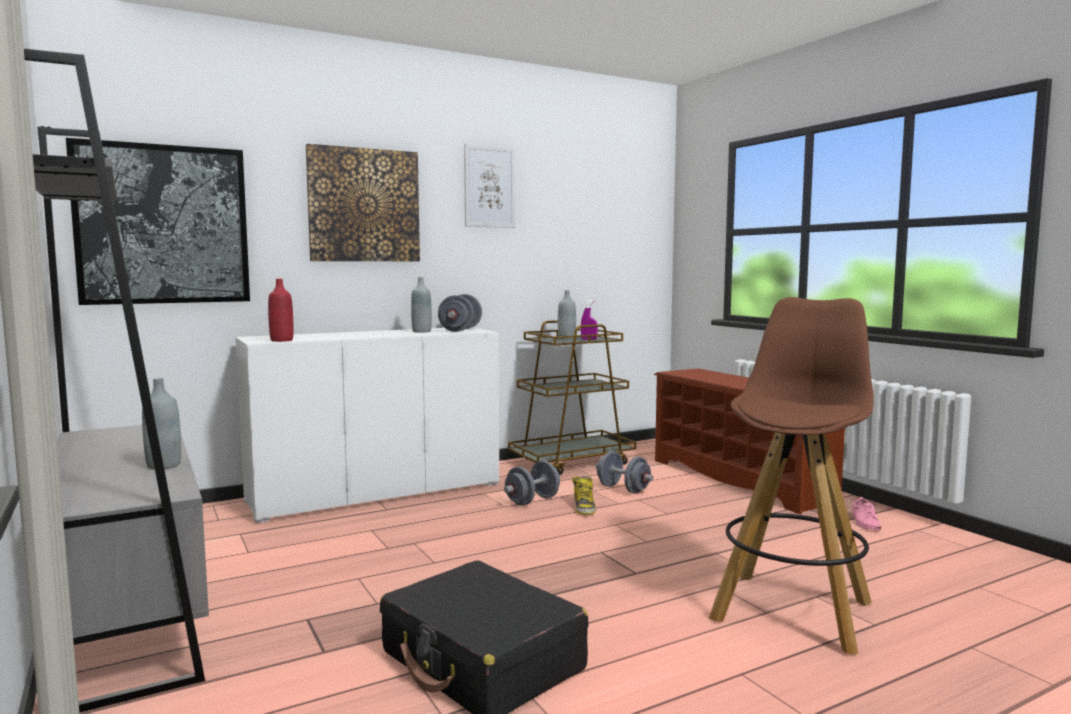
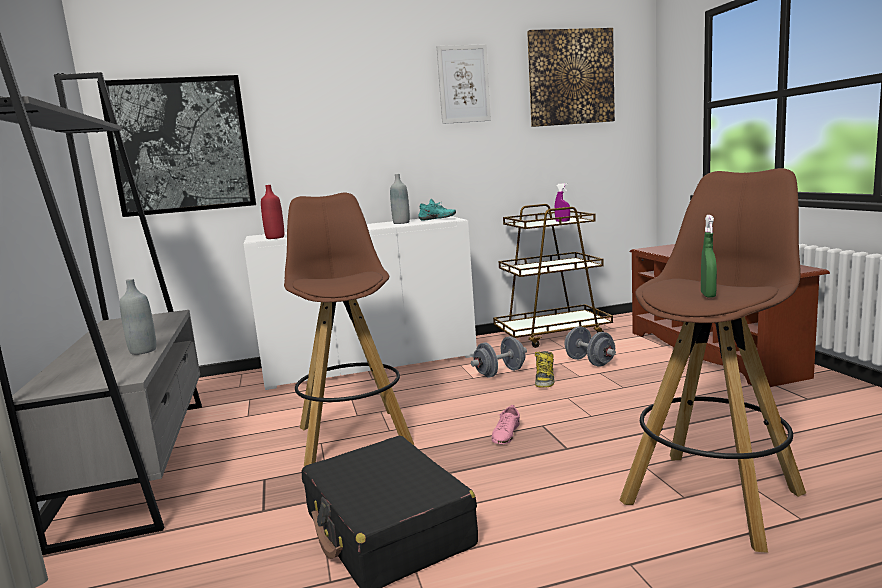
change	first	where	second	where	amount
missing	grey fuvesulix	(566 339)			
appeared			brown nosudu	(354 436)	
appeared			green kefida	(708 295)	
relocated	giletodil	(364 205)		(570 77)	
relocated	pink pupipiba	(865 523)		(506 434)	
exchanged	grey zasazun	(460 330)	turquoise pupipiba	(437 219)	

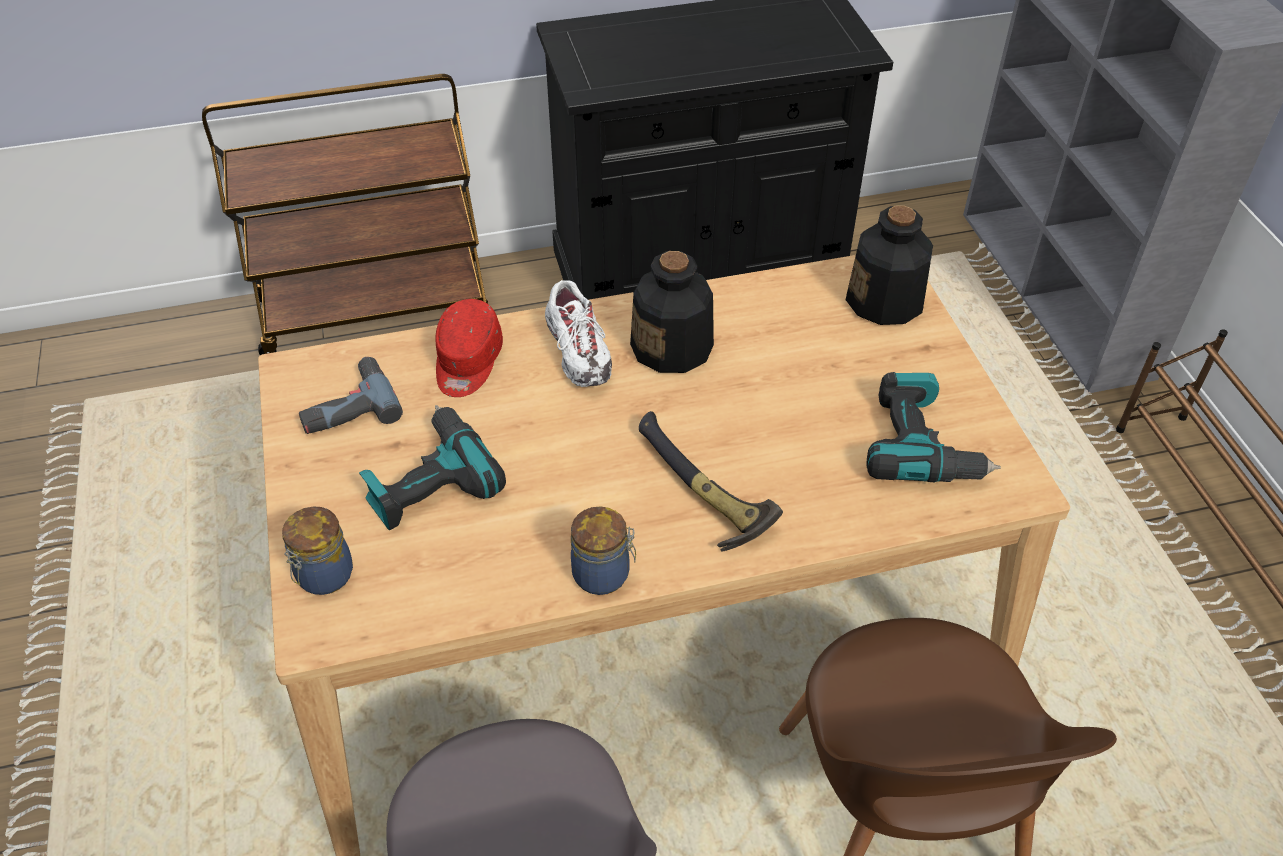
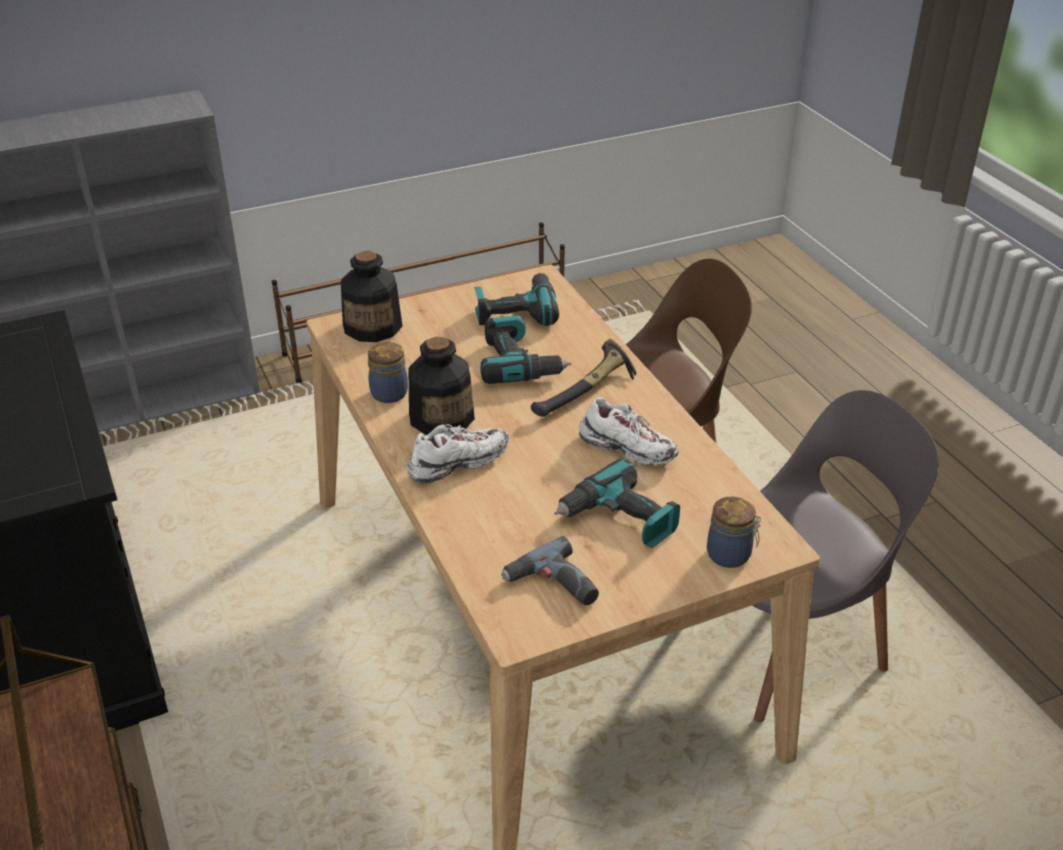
change	first	where	second	where	amount
missing	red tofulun	(467 362)			
appeared			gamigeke	(519 363)	
appeared			white pupipiba	(627 449)	
relocated	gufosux	(603 574)		(389 392)	

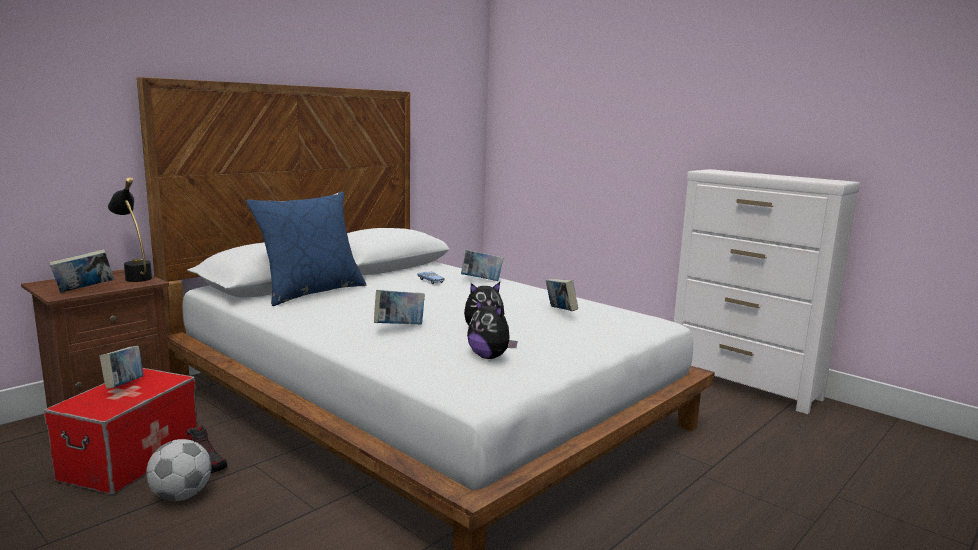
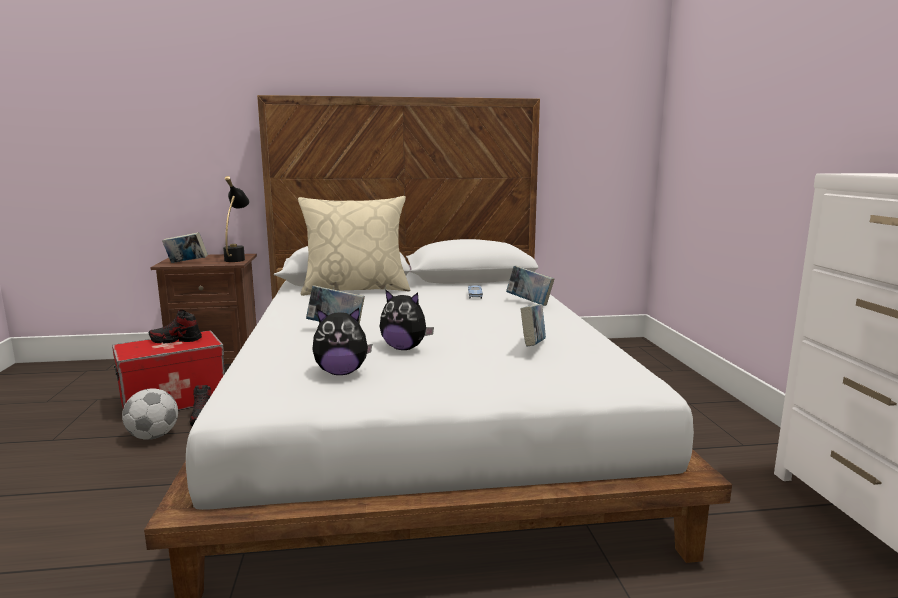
change	first	where	second	where	amount
exchanged	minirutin	(124 386)	pupipiba	(176 340)	
colour	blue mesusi	(311 292)	beige mesusi	(356 289)	
spun	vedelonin	(490 357)		(341 372)	90 degrees counterclockwise

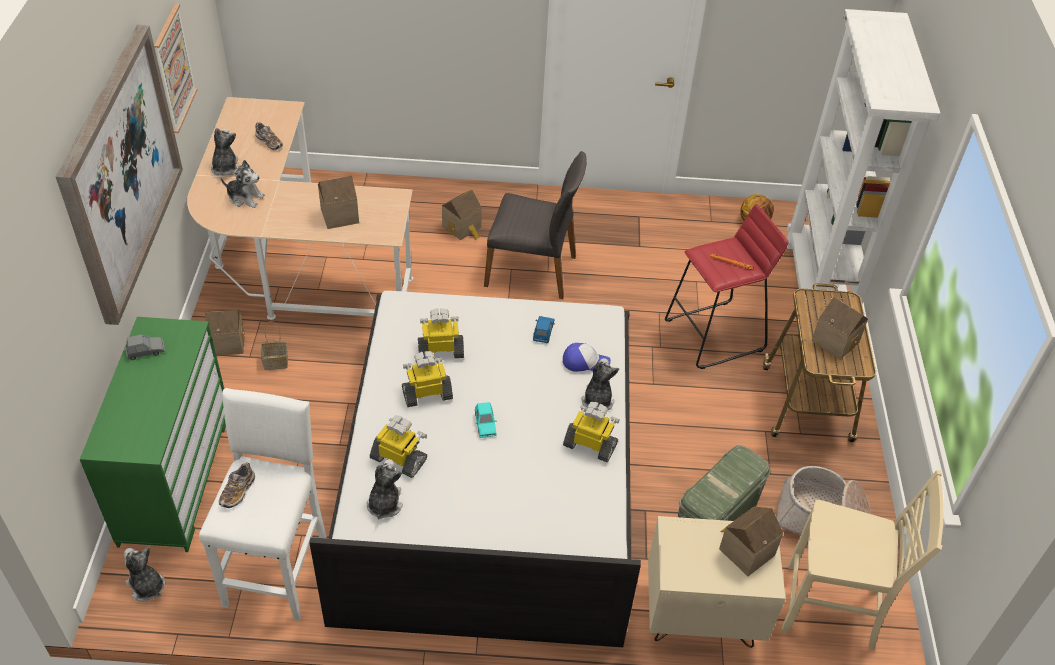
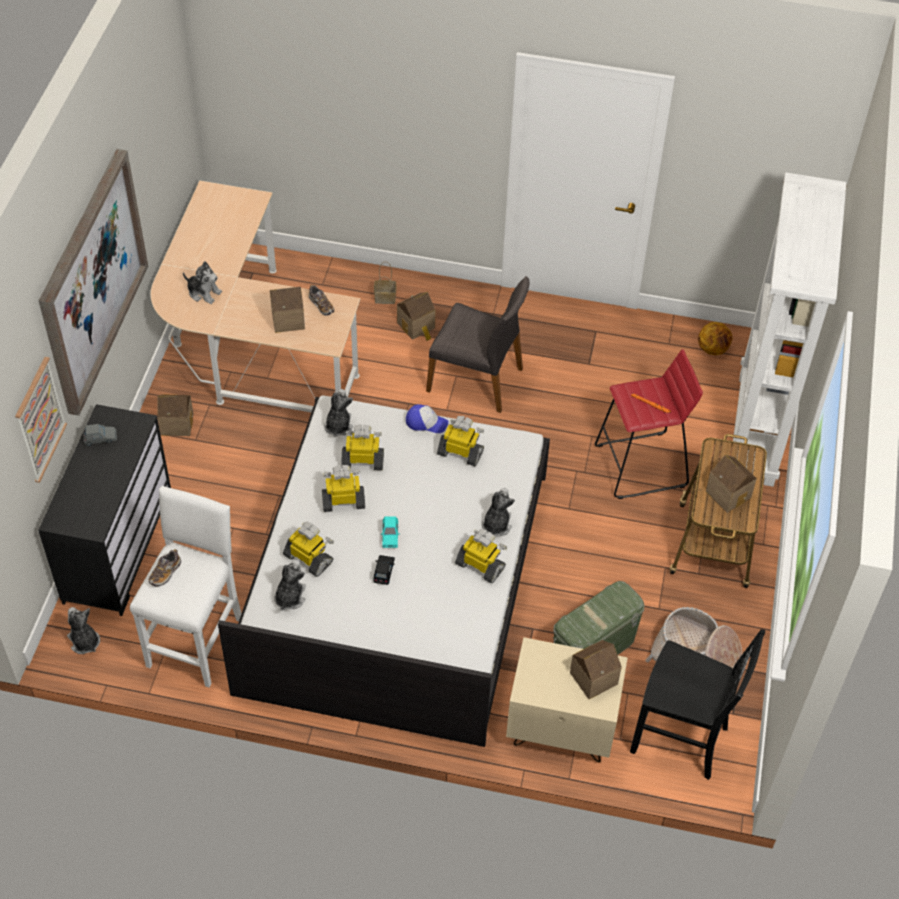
change	first	where	second	where	amount
appeared			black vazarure	(384 571)	
relocated	giletodil	(174 68)		(39 419)	
relocated	vedelonin	(225 168)		(338 425)	
relocated	pupipiba	(269 142)		(321 305)	
relocated	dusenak	(276 361)		(386 297)	
relocated	tofulun	(585 362)		(426 422)	
exchanged	blue vazarure	(543 332)	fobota	(461 452)	
colour	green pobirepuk	(175 476)	black pobirepuk	(117 546)	
colour	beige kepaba	(832 610)	black kepaba	(681 739)	

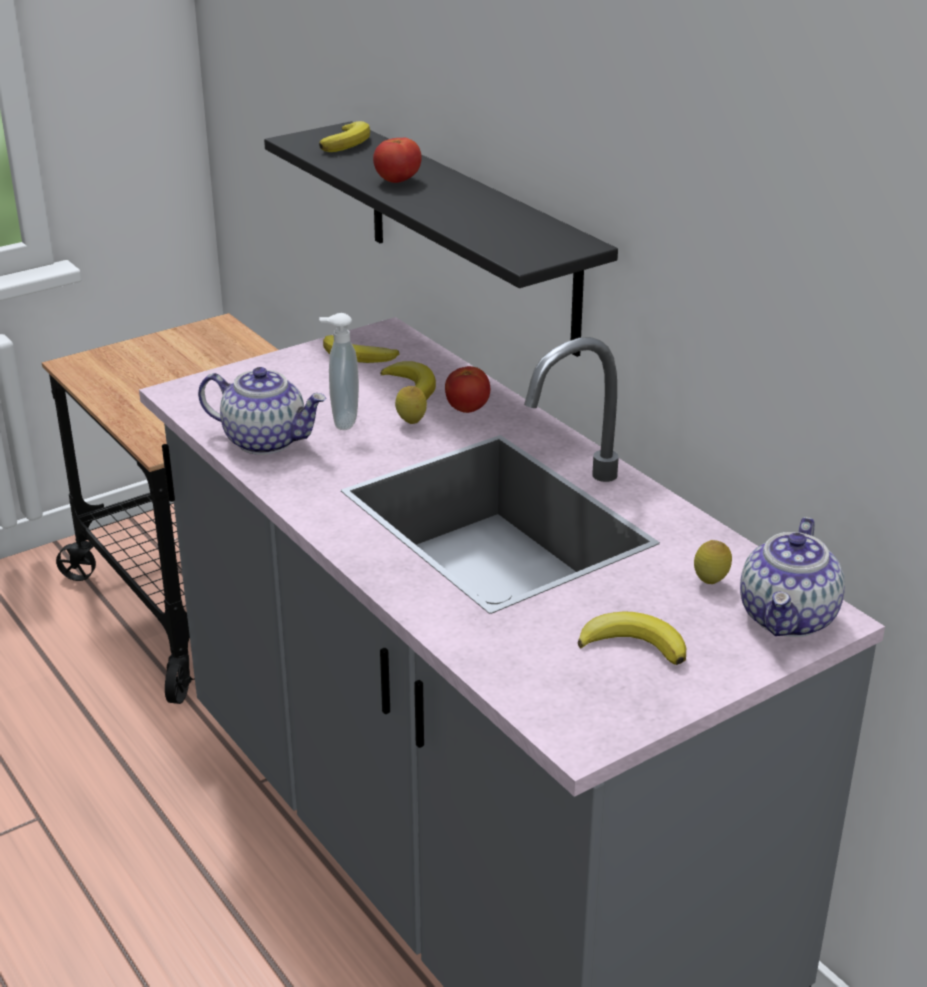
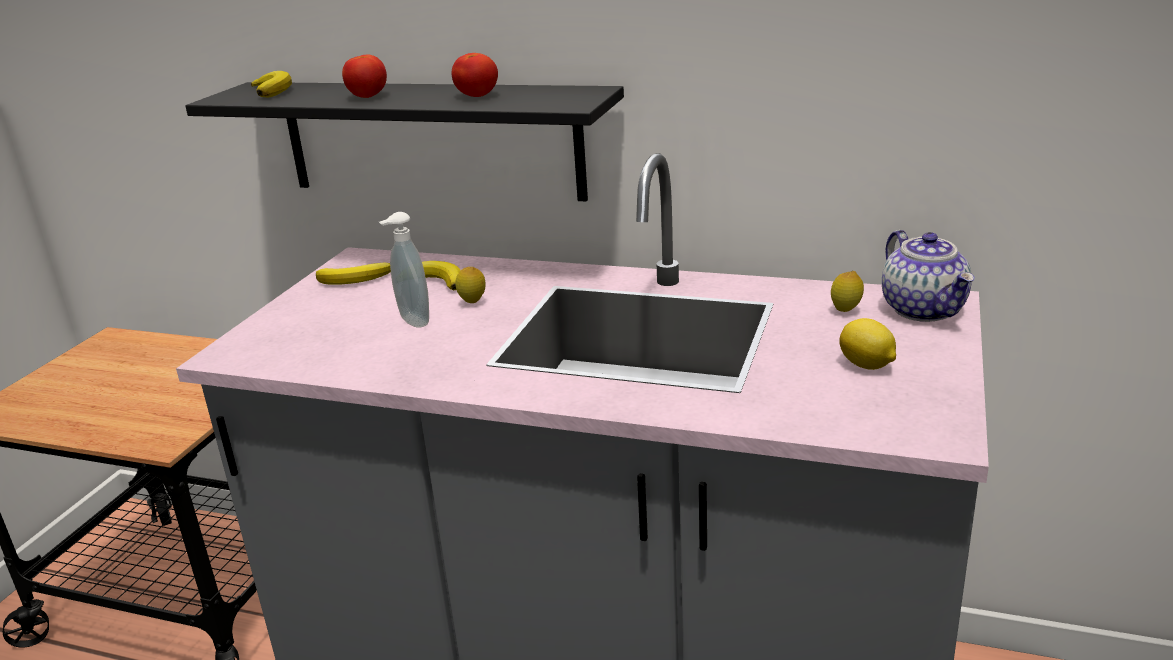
change	first	where	second	where	amount
missing	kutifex	(266 440)			
relocated	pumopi	(467 409)		(477 96)	
exchanged	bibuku	(633 645)	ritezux	(867 366)	

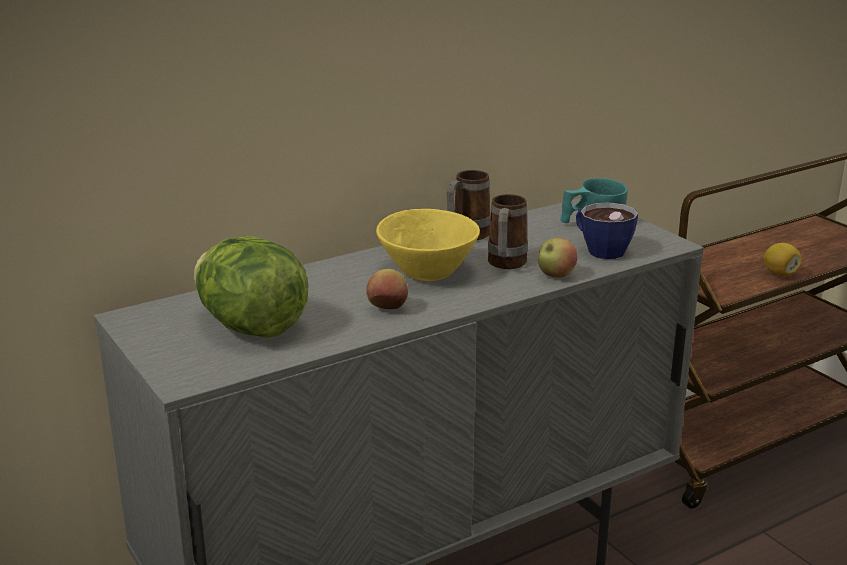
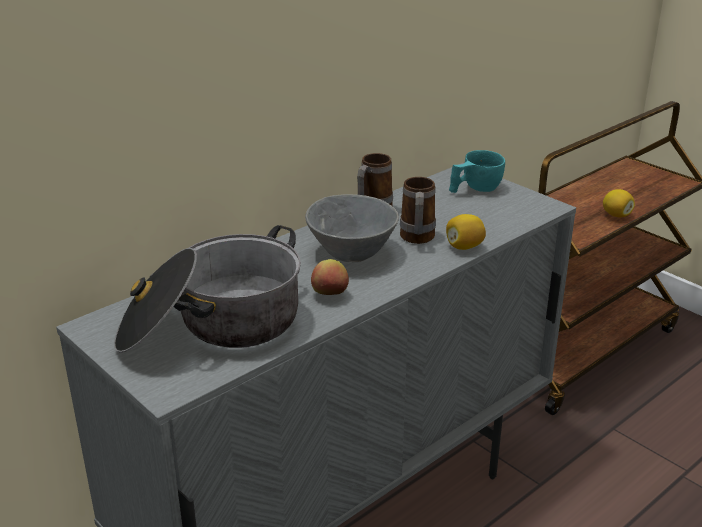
change	first	where	second	where	amount
missing	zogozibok	(599 249)			
exchanged	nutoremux	(251 327)	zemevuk	(212 326)	
exchanged	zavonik	(556 276)	ritezux	(464 247)	
colour	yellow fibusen	(425 273)	grey fibusen	(349 254)	

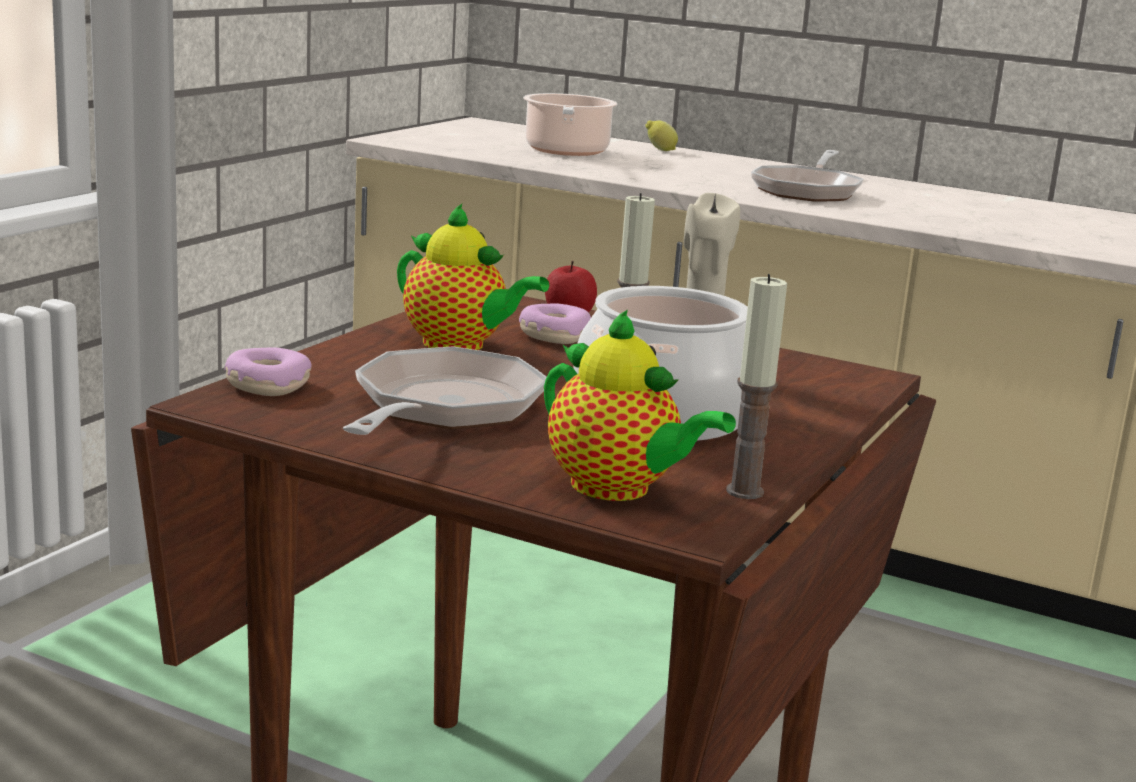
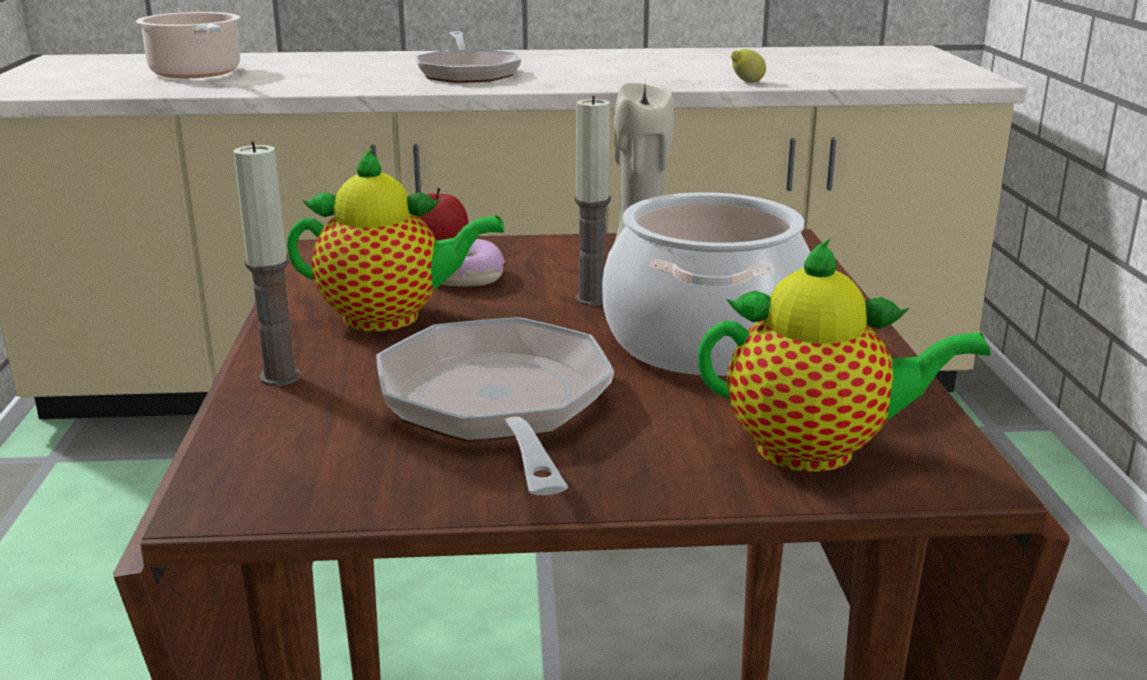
change	first	where	second	where	amount
missing	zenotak	(267 385)			
relocated	ritezux	(660 150)		(746 82)	
relocated	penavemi	(744 491)		(280 377)	

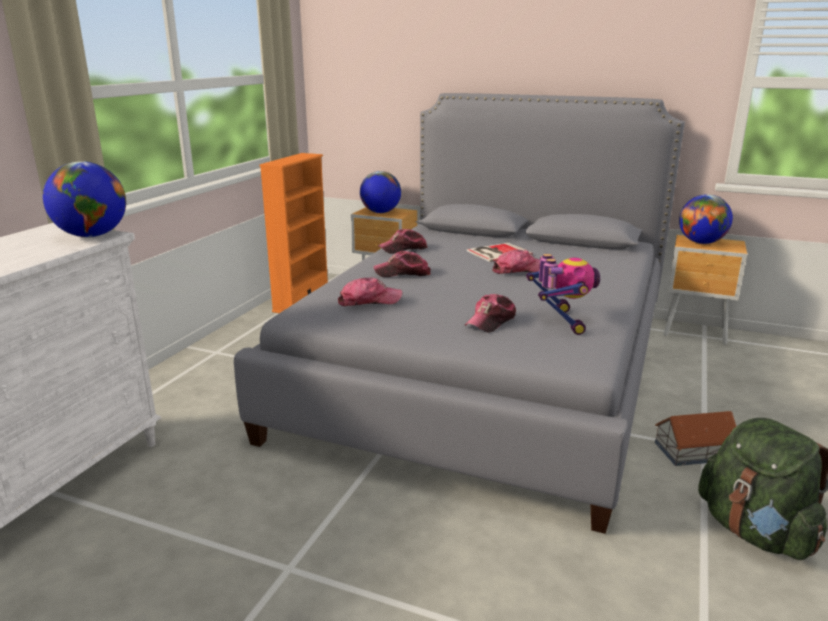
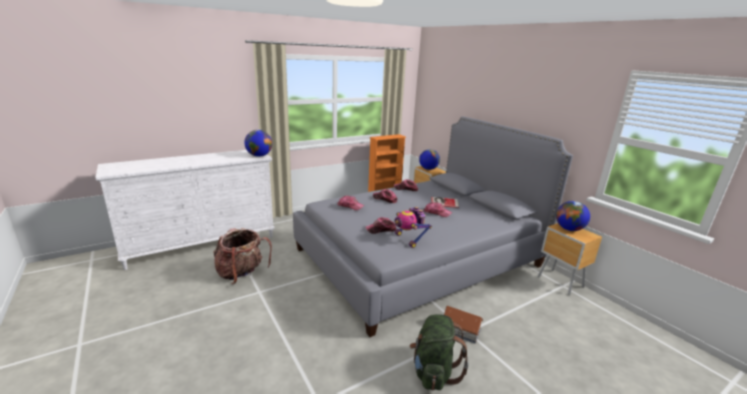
change	first	where	second	where	amount
appeared			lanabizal	(242 274)	
spun	fobota	(560 322)		(408 240)	120 degrees clockwise

